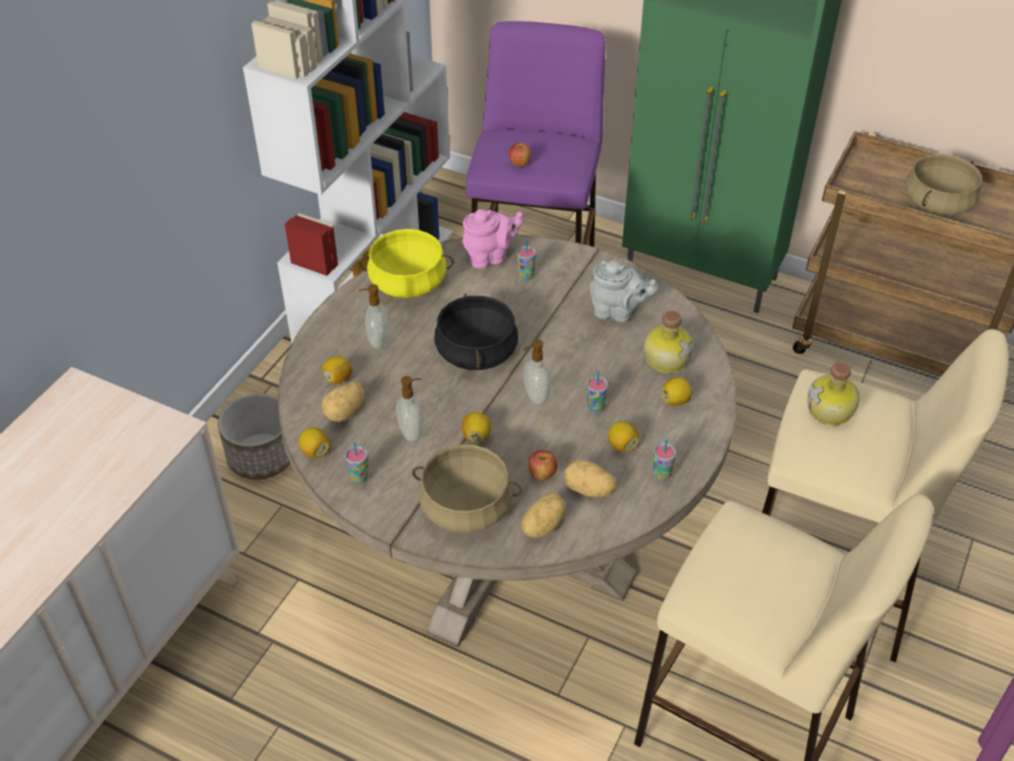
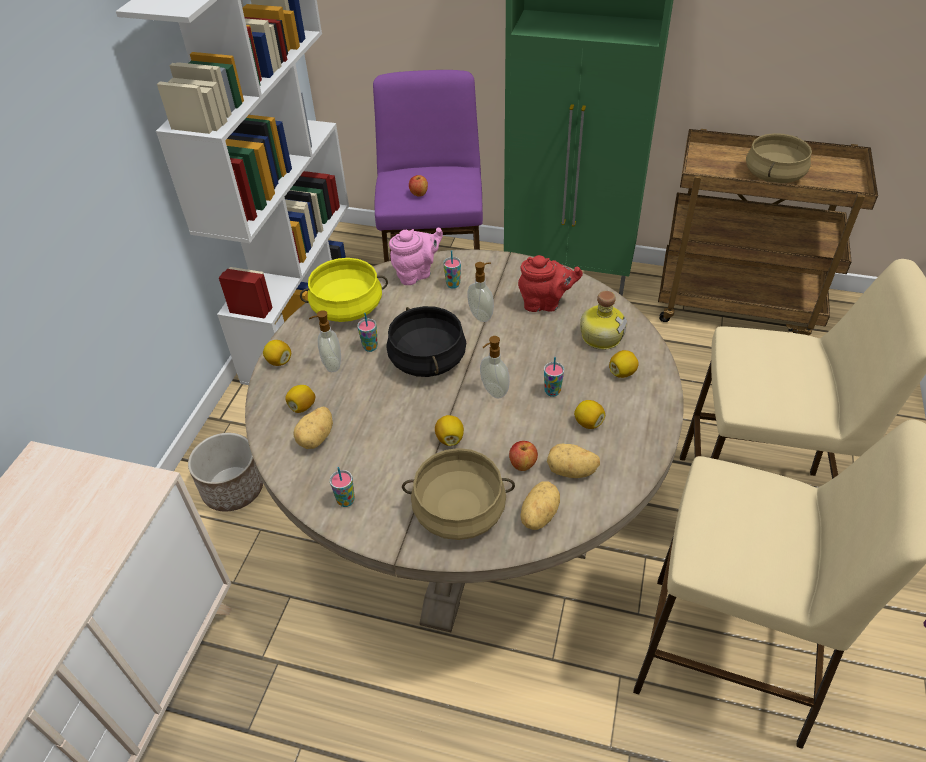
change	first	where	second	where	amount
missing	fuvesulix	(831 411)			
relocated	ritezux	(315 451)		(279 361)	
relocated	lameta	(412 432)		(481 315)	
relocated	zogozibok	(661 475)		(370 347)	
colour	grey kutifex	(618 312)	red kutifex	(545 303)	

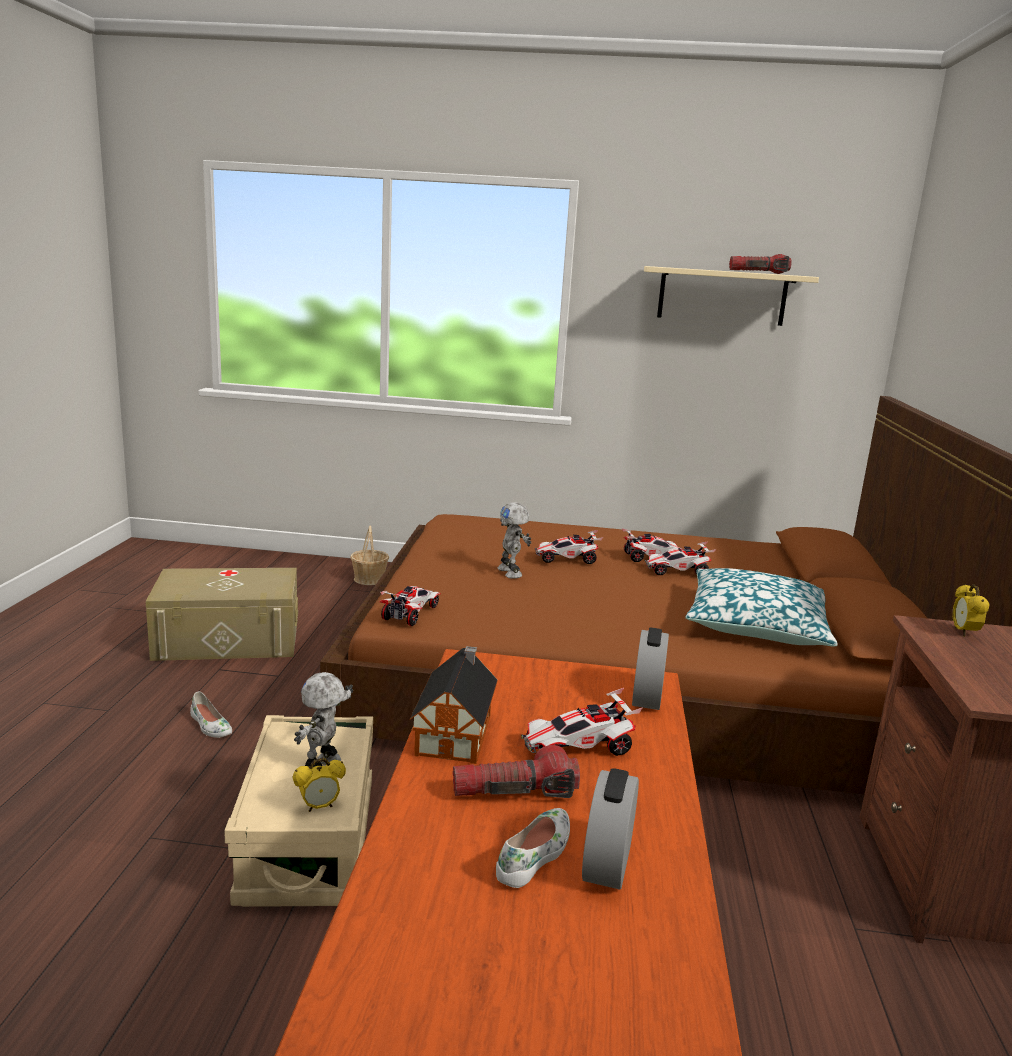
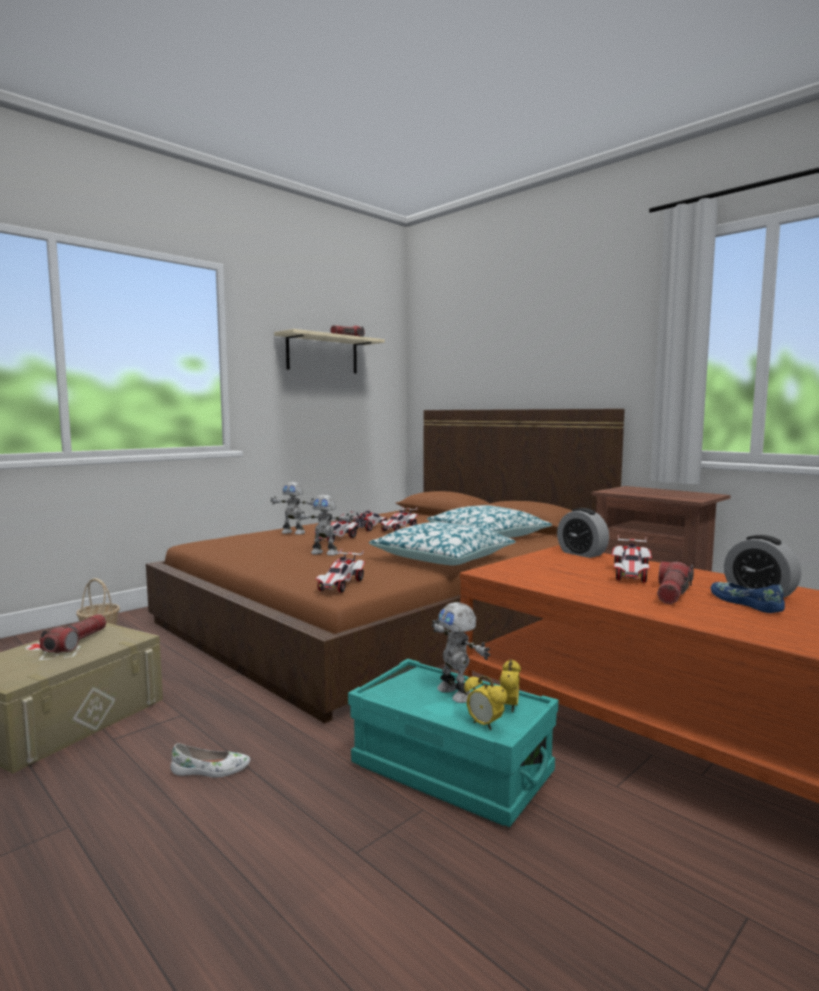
change	first	where	second	where	amount
missing	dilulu	(456 732)			
appeared			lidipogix	(76 642)	
appeared			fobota	(294 532)	
appeared			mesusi	(442 558)	
relocated	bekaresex	(964 632)		(484 725)	
colour	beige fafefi	(308 840)	turquoise fafefi	(451 770)	
colour	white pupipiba	(536 855)	blue pupipiba	(746 603)	
spun	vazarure	(411 614)		(341 585)	135 degrees counterclockwise

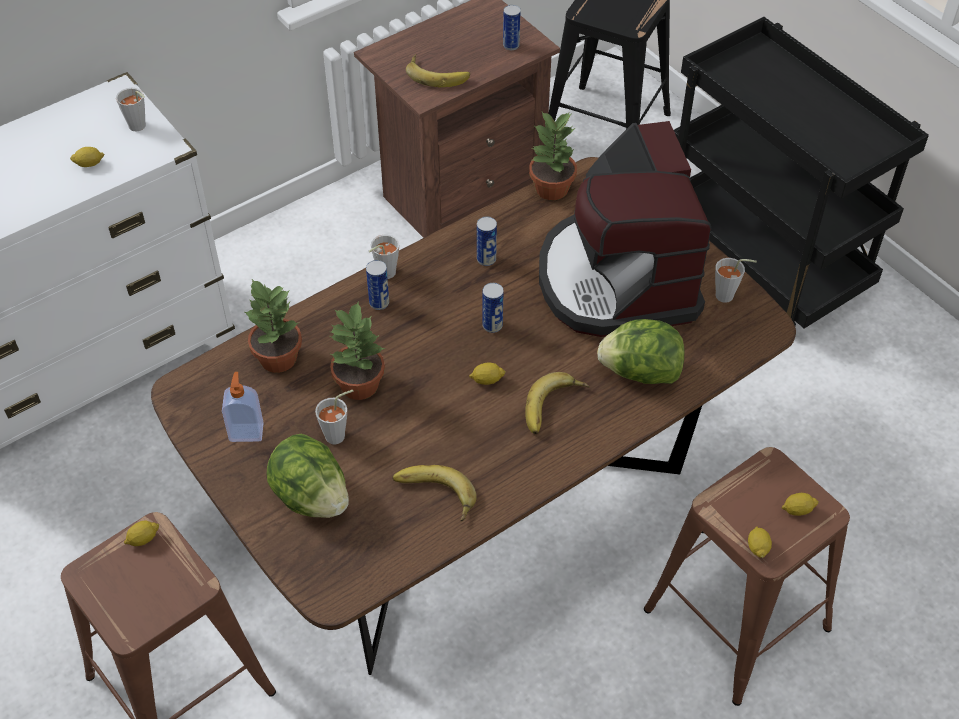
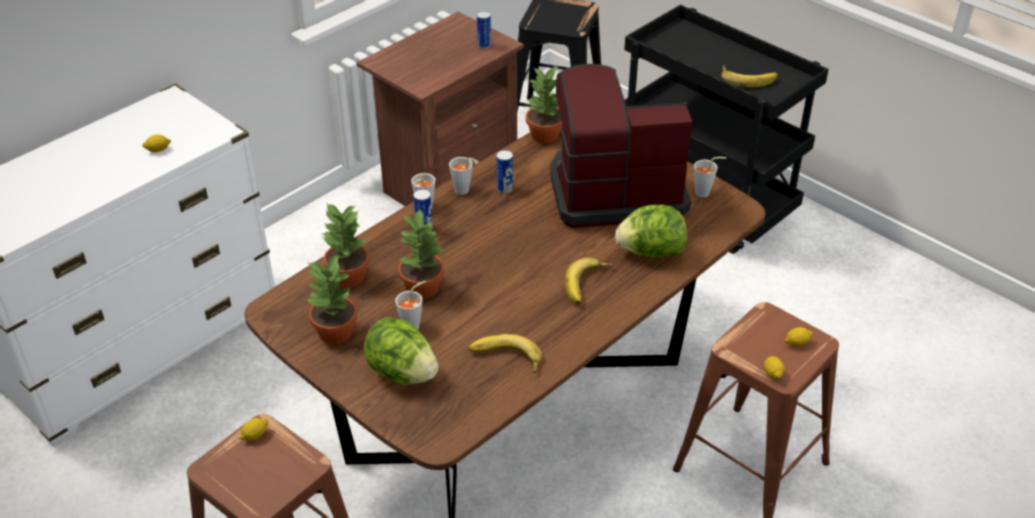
change	first	where	second	where	amount
missing	ritezux	(487 380)			
missing	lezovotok	(492 325)			
relocated	grey zogozibok	(139 127)		(464 191)	
relocated	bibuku	(438 74)		(747 78)	
exchanged	lameta	(246 431)	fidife	(334 333)	
spun	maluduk	(617 279)		(614 191)	105 degrees clockwise

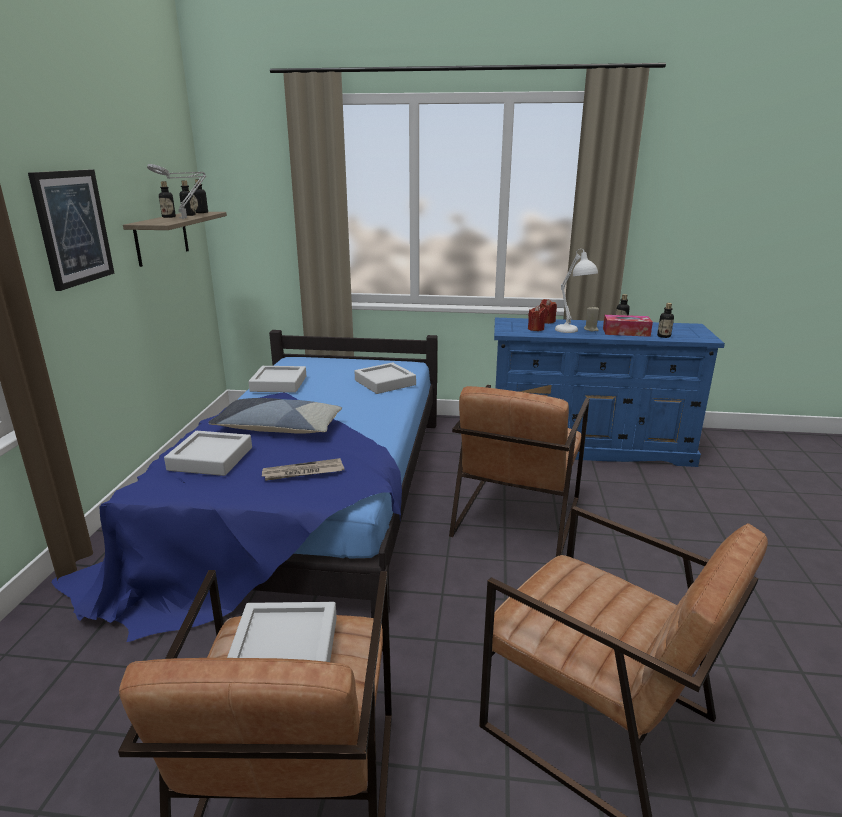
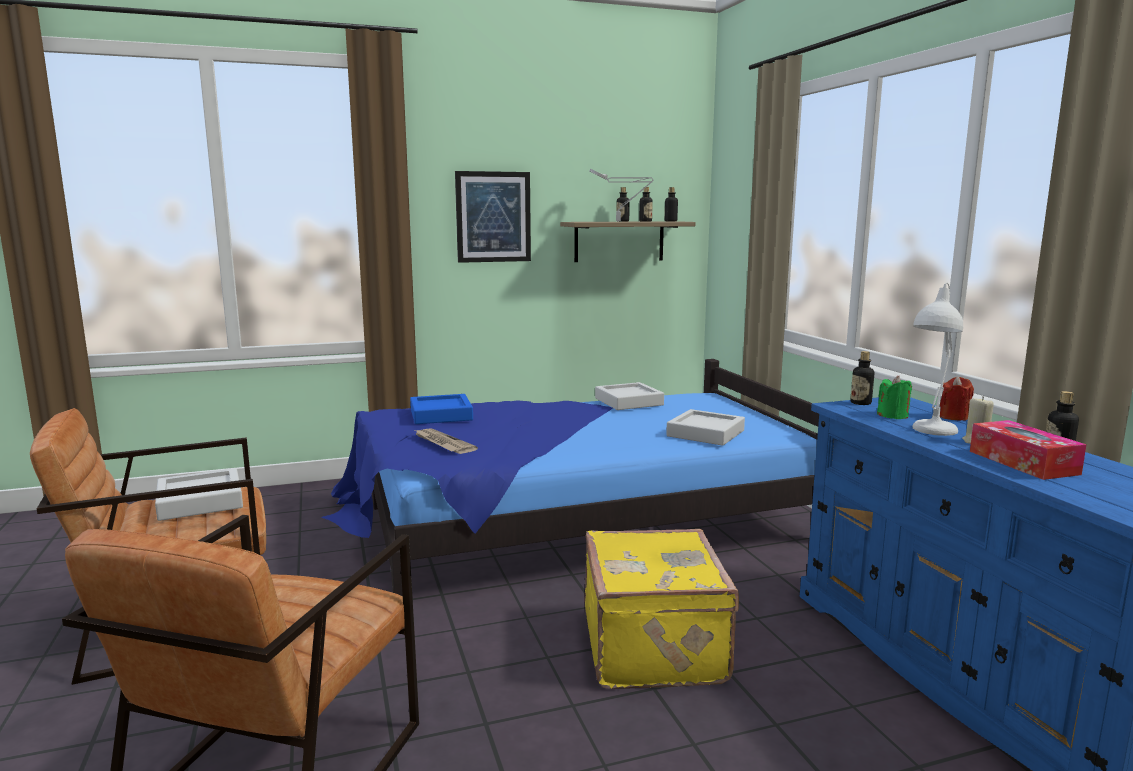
change	first	where	second	where	amount
missing	mesusi	(278 428)			
relocated	fuvesulix	(663 336)		(860 403)	
exchanged	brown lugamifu	(516 516)	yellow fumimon	(656 647)	
colour	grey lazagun	(210 459)	blue lazagun	(441 415)	
colour	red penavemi	(535 329)	green penavemi	(893 416)	

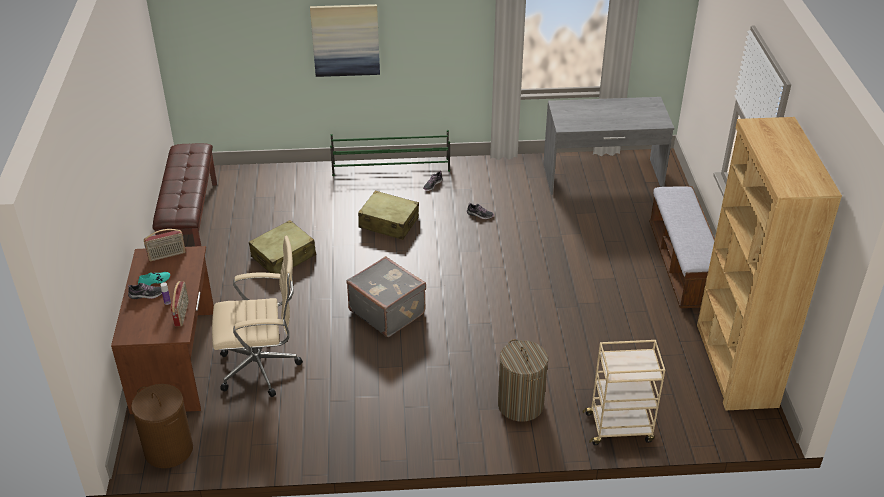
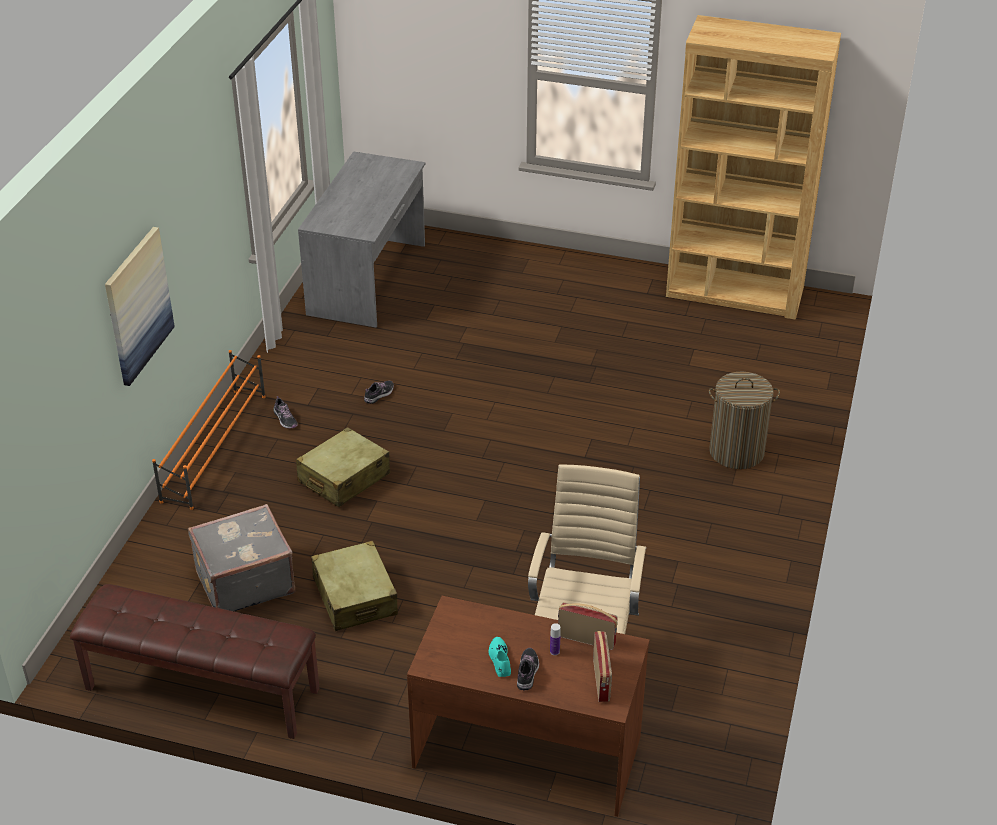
change	first	where	second	where	amount
missing	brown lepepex	(168 450)			
missing	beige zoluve	(619 427)			
missing	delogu	(682 265)			
relocated	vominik	(167 255)		(602 680)	
relocated	grey fumimon	(387 311)		(244 581)	
colour	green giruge	(391 167)	orange giruge	(215 447)	

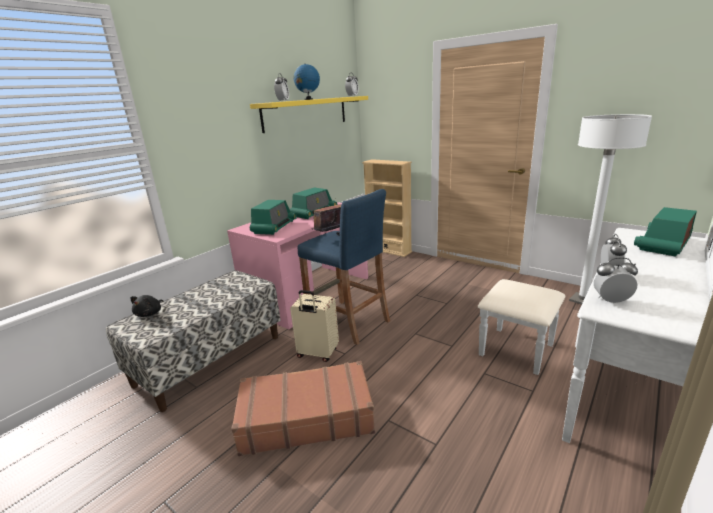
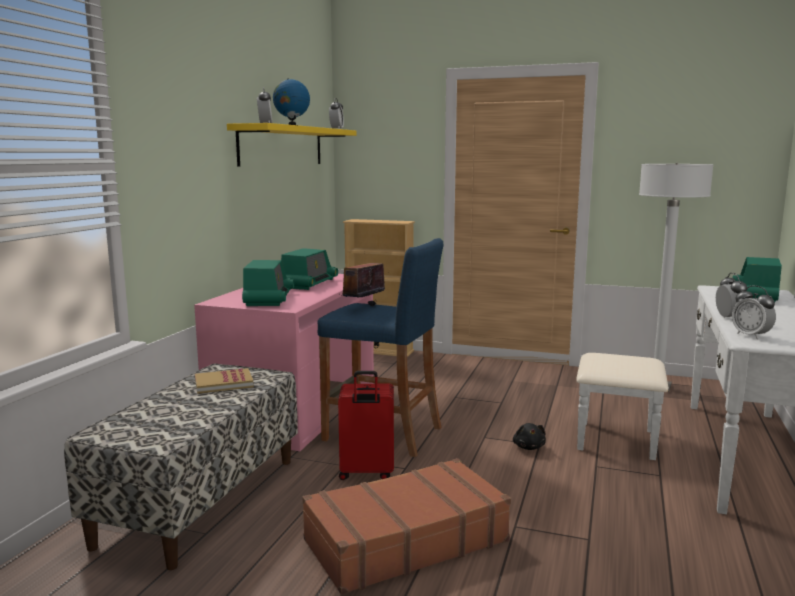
change	first	where	second	where	amount
appeared			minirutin	(223 383)	
relocated	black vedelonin	(150 313)		(528 447)	
colour	beige fumimon	(317 354)	red fumimon	(366 473)	
spun	bekaresex	(611 301)		(751 335)	105 degrees counterclockwise

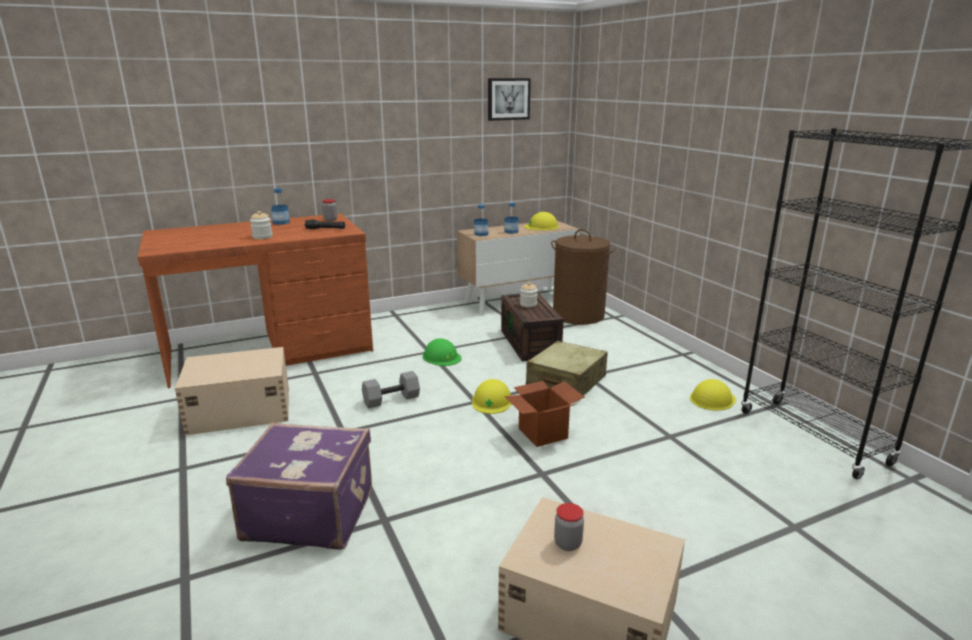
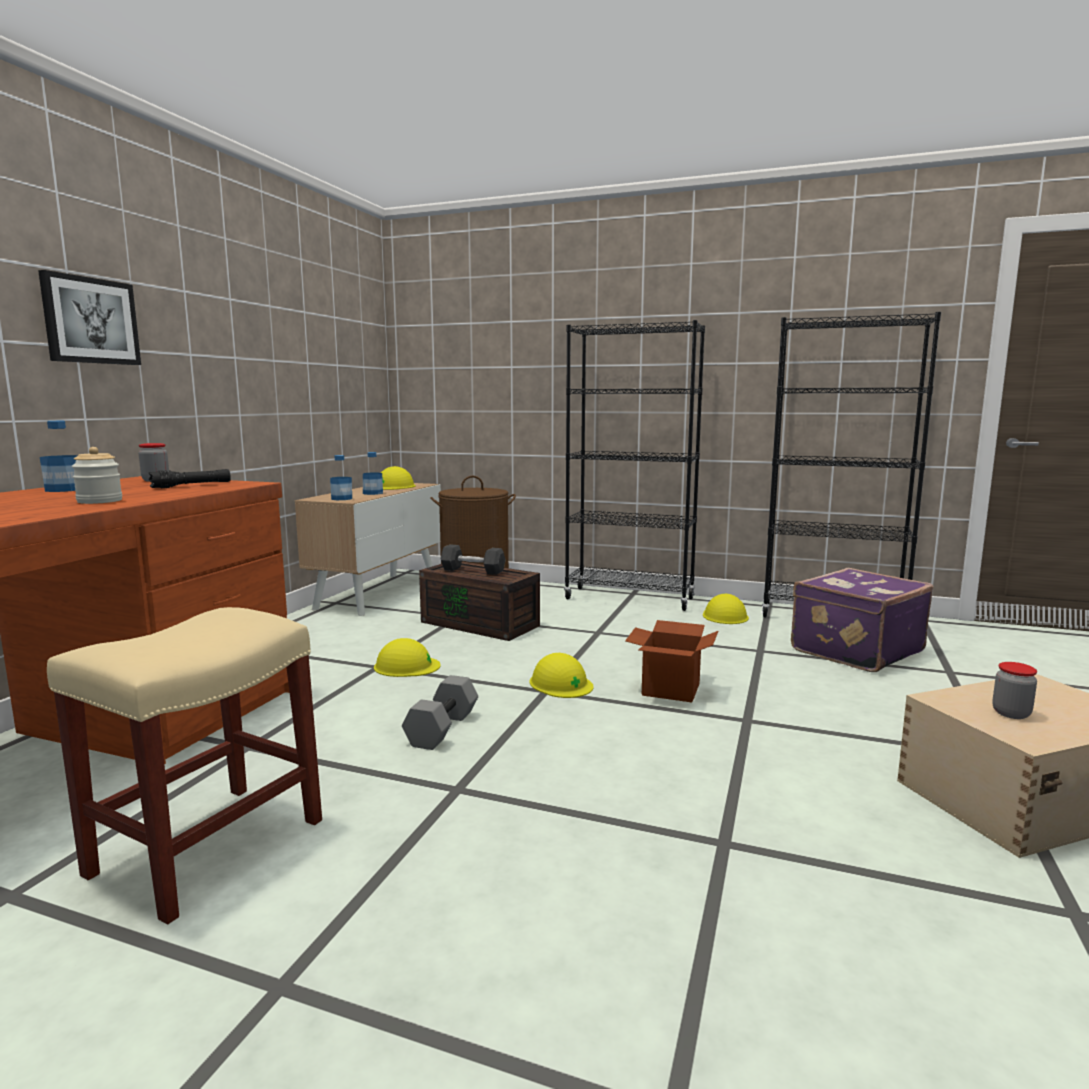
change	first	where	second	where	amount
missing	beige fumimon	(566 382)			
appeared			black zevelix	(629 599)	
relocated	purple fumimon	(310 513)		(854 650)	
relocated	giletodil	(508 99)		(90 321)	
exchanged	beige fafefi	(239 410)	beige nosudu	(206 849)	
exchanged	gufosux	(528 304)	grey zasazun	(473 570)	
colour	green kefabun	(441 357)	yellow kefabun	(406 666)	

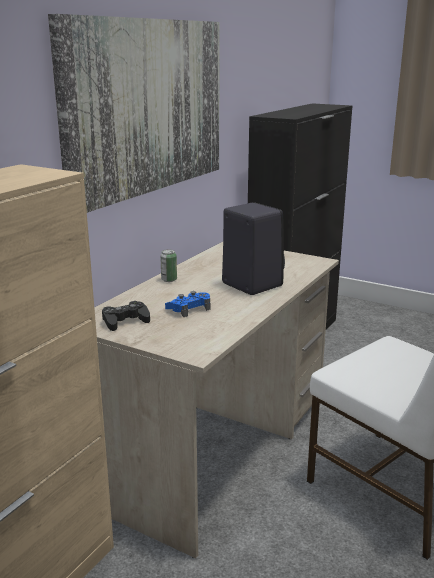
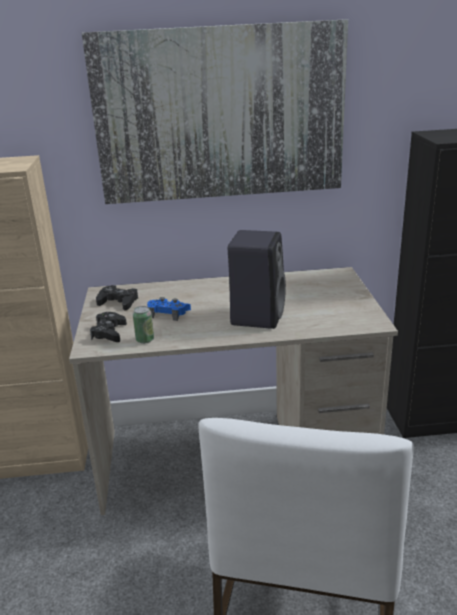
change	first	where	second	where	amount
appeared			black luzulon	(109 332)	
relocated	lezovotok	(169 280)		(145 340)	

